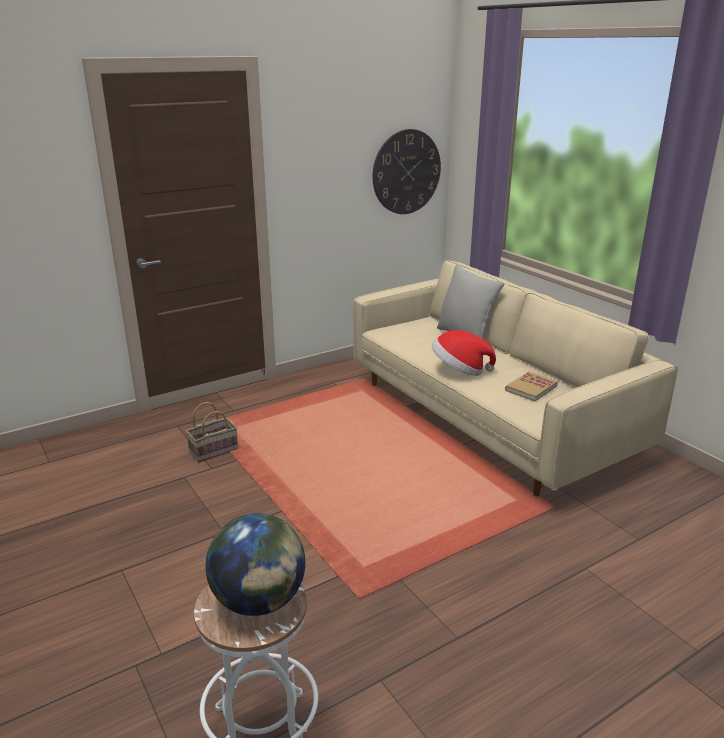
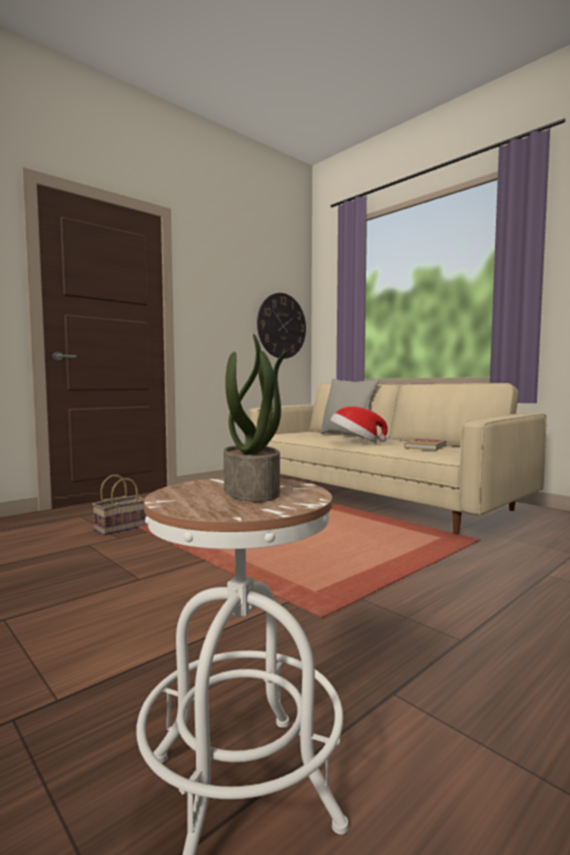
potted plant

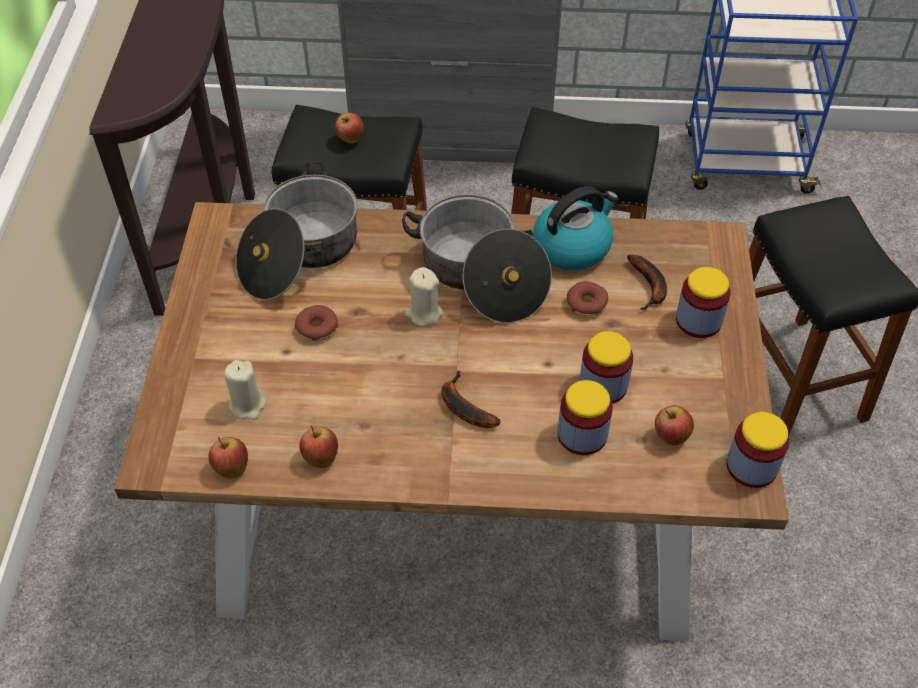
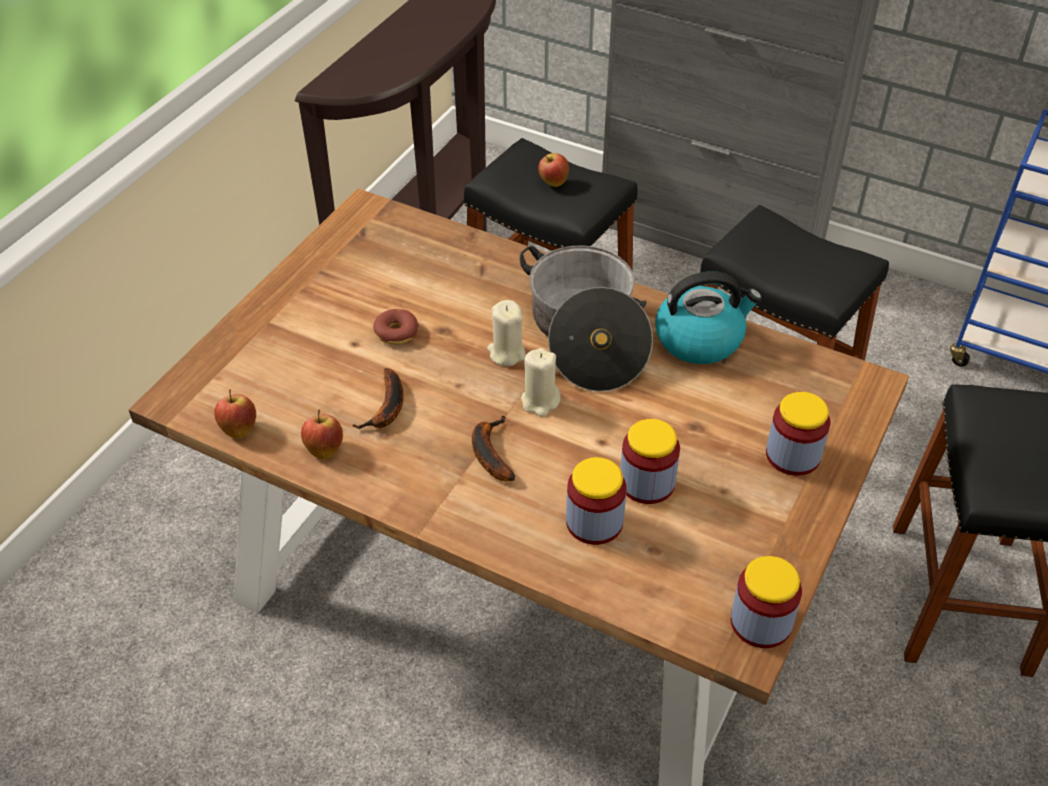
wax light (beige) (no. 2 from left)
saucepot (no. 1 from left in the first image)
ring doughnut (no. 2 from left in the first image)
banana fruit (no. 1 from left)
apple fruit (no. 4 from left in the first image)

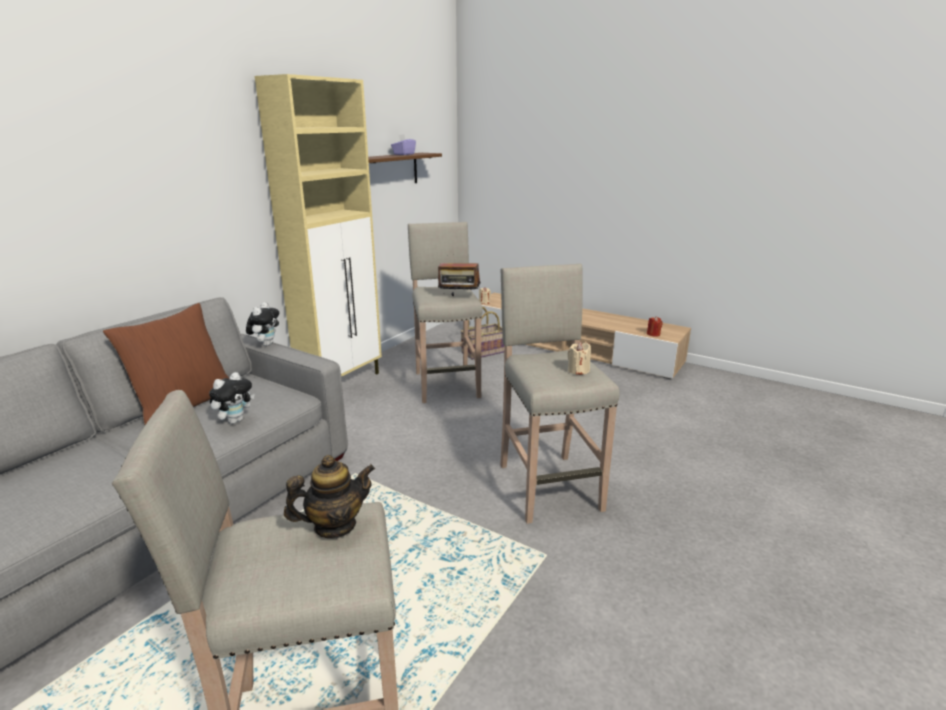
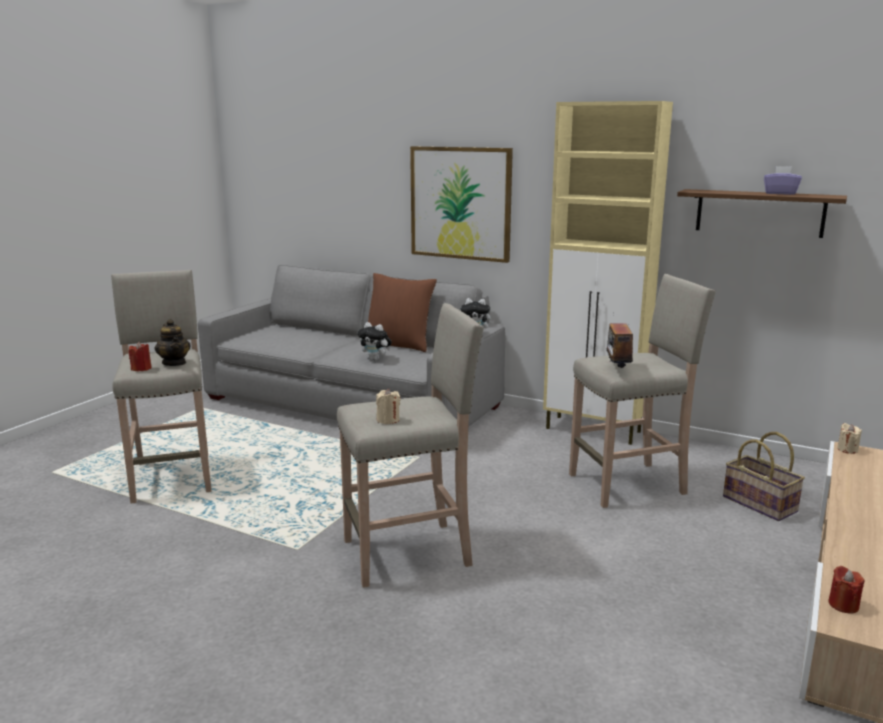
wax light (red) (no. 1 from left)
wall picture

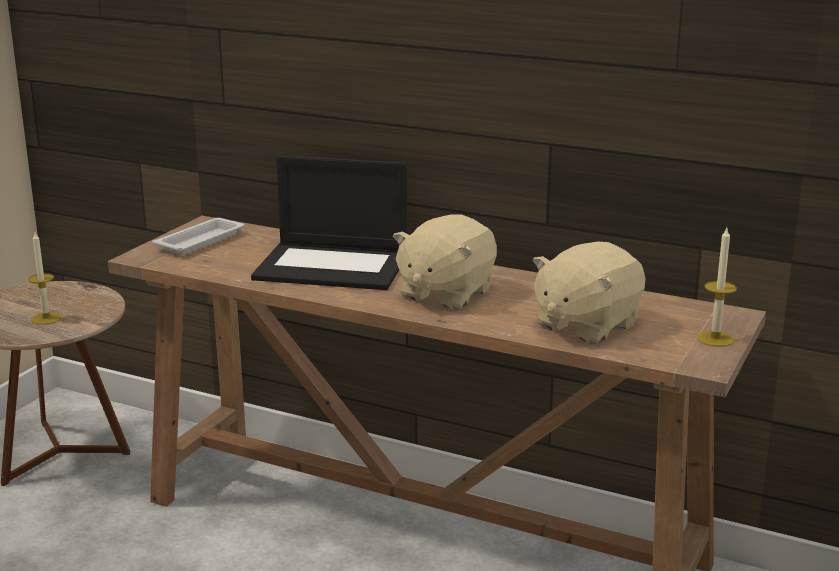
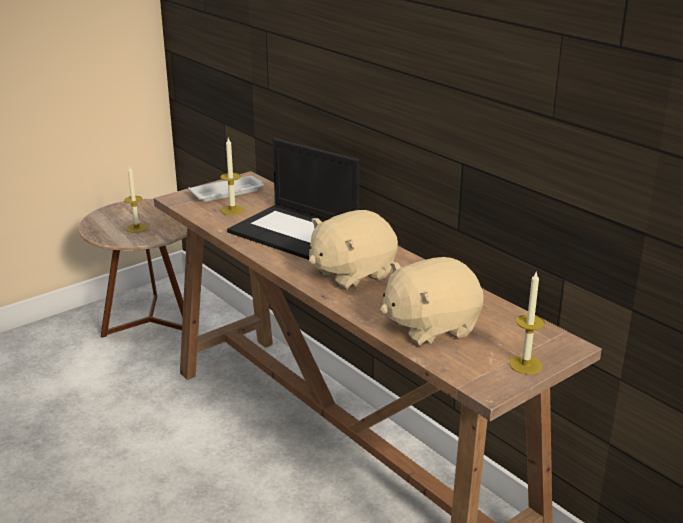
wax light (no. 2 from left)

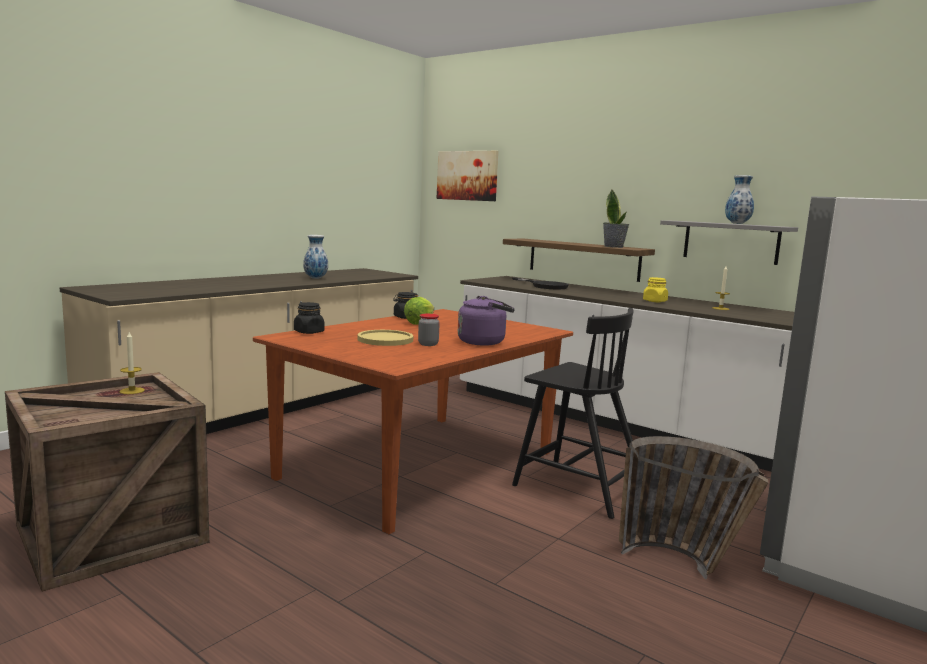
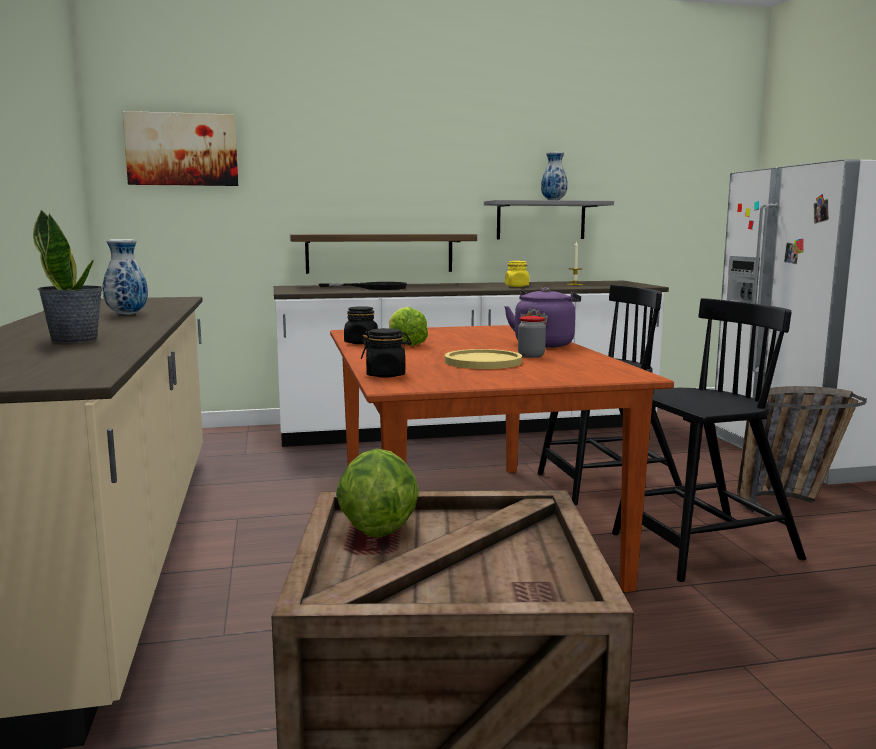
lettuce (no. 1 from left)
potted plant
plain chair (black) (no. 2 from left)

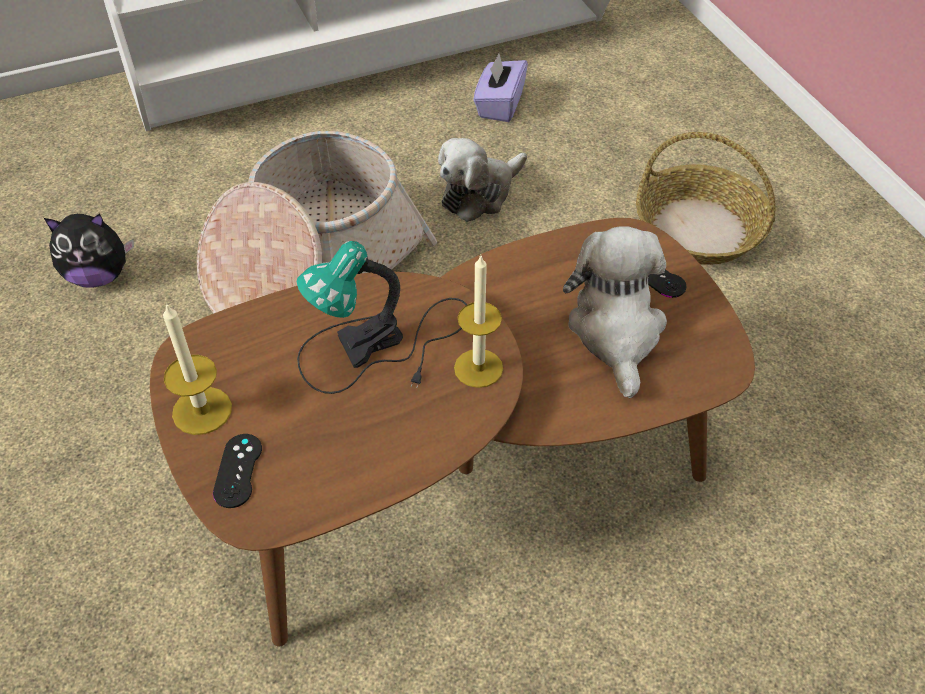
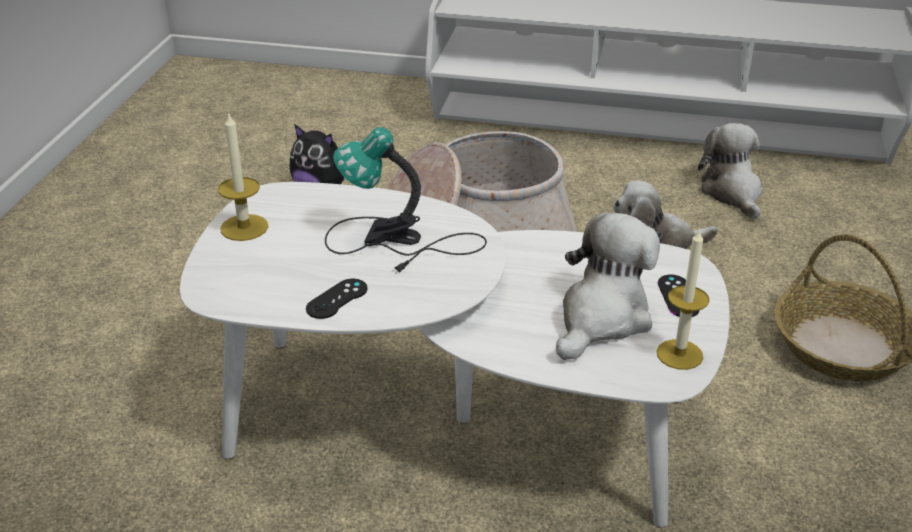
lounge table (white-coloured)
game controller (black) (no. 1 from left)
wax light (no. 2 from left)
plush toy (no. 4 from left)

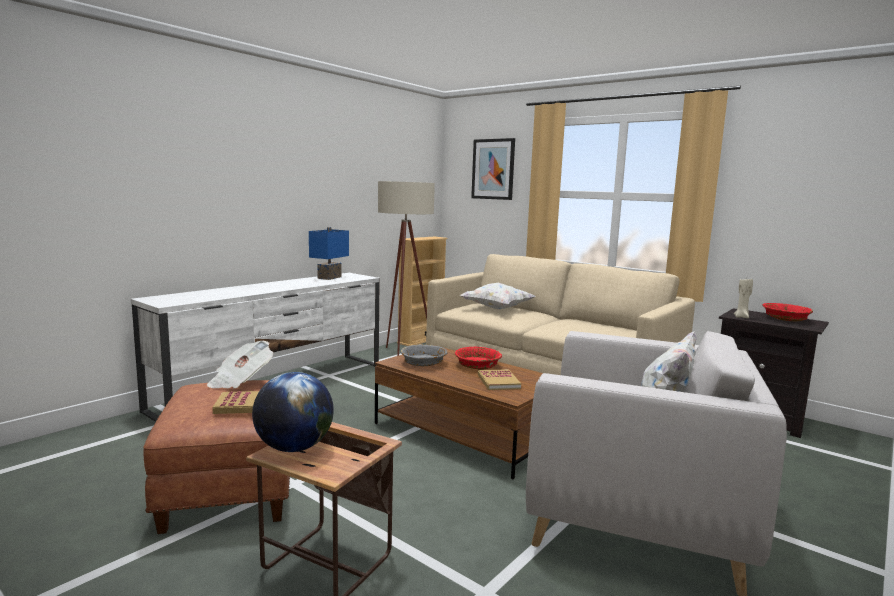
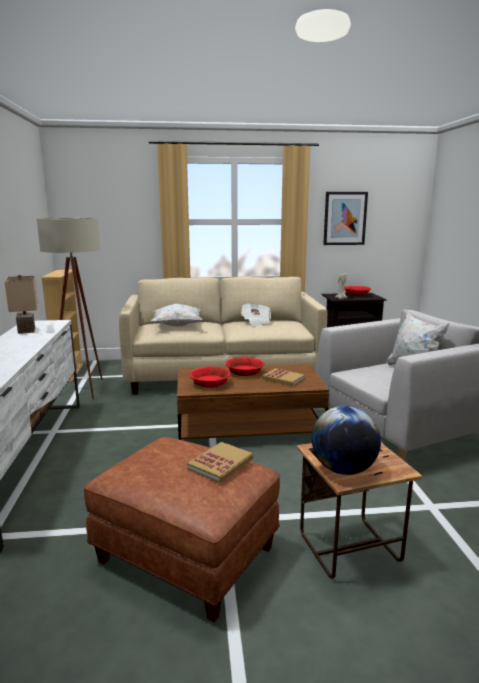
printed paper
tabletop lamp (beige)
deep dish (red) (no. 1 from left)
wall picture

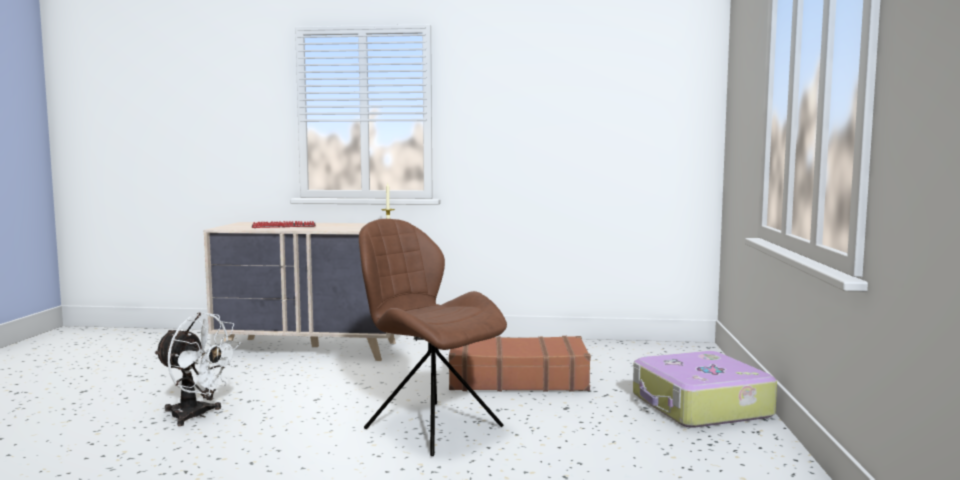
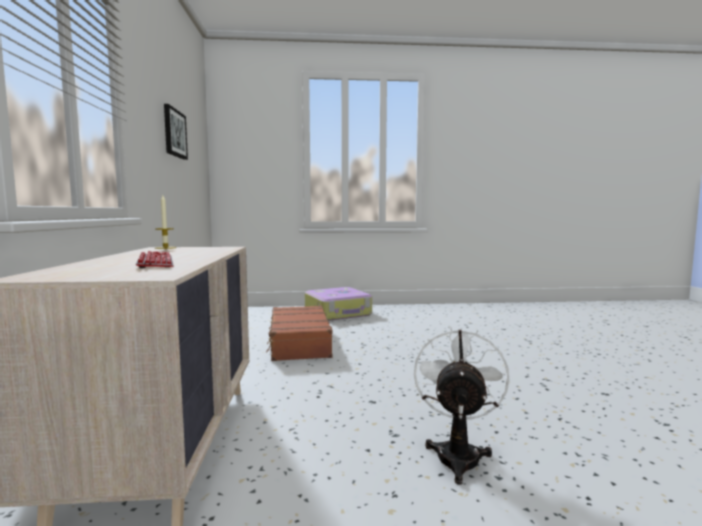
plain chair (brownish)
wall picture

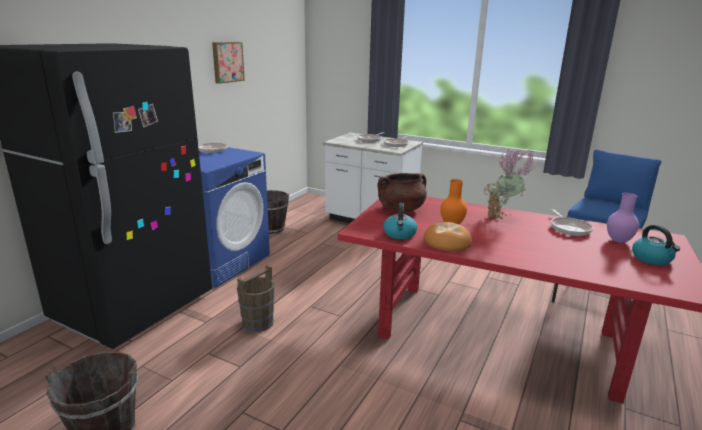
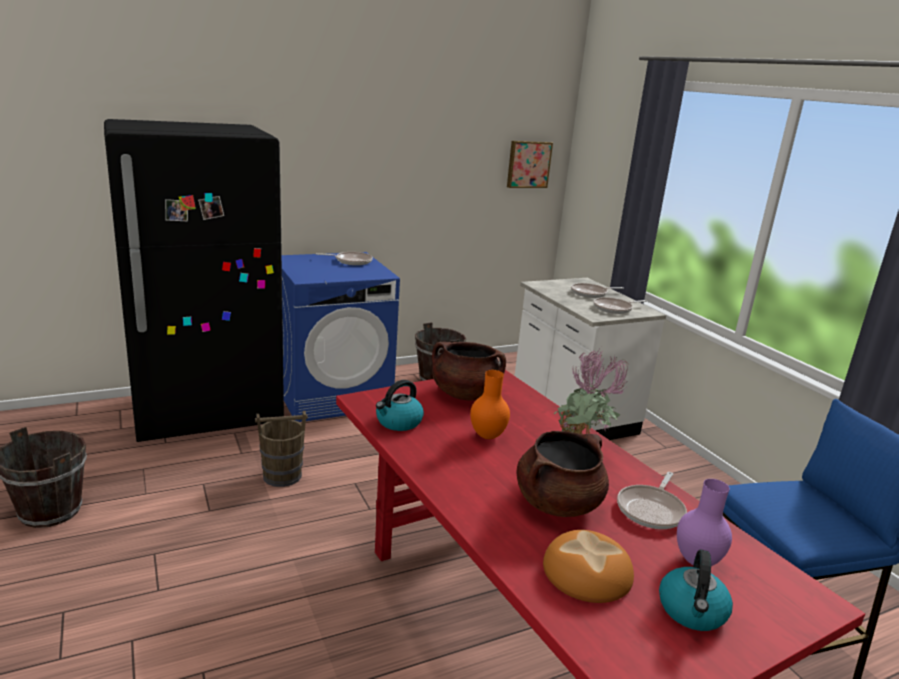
wall picture
baked bread
saucepot (brownish) (no. 2 from left)

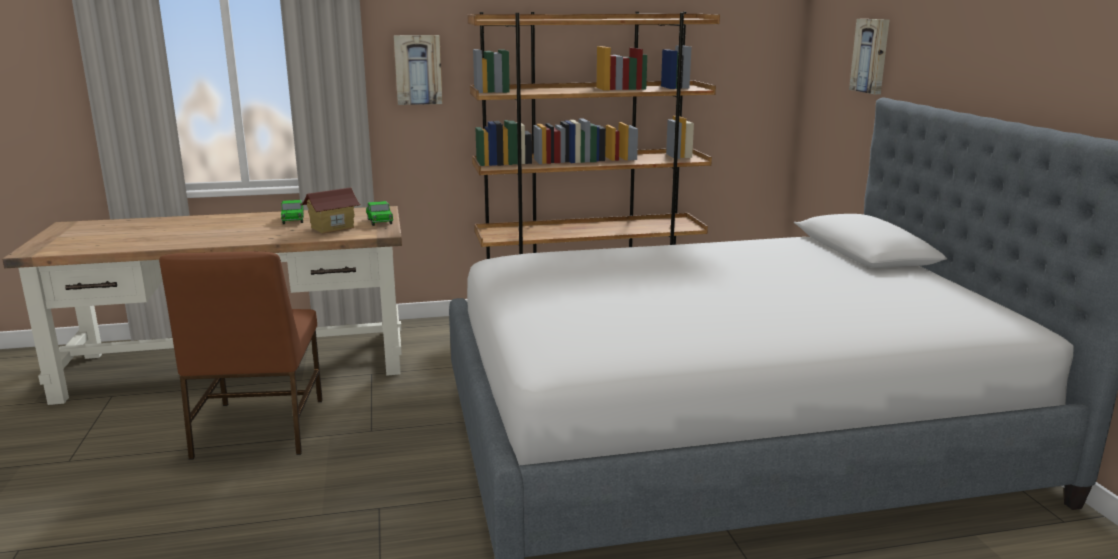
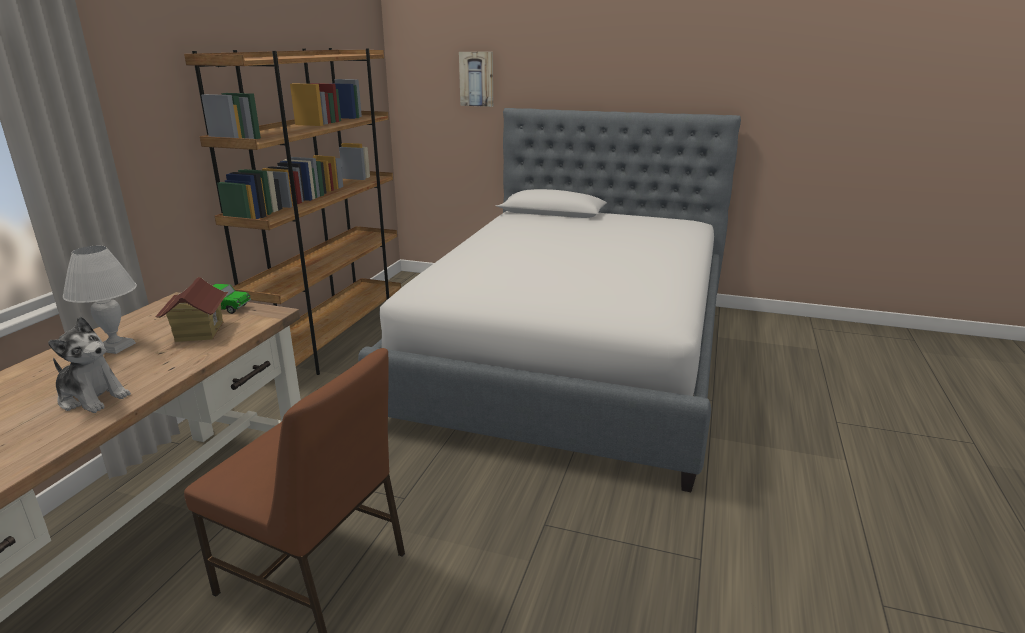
tabletop lamp (white-coloured)
wall picture (no. 1 from left in the first image)
plush toy

